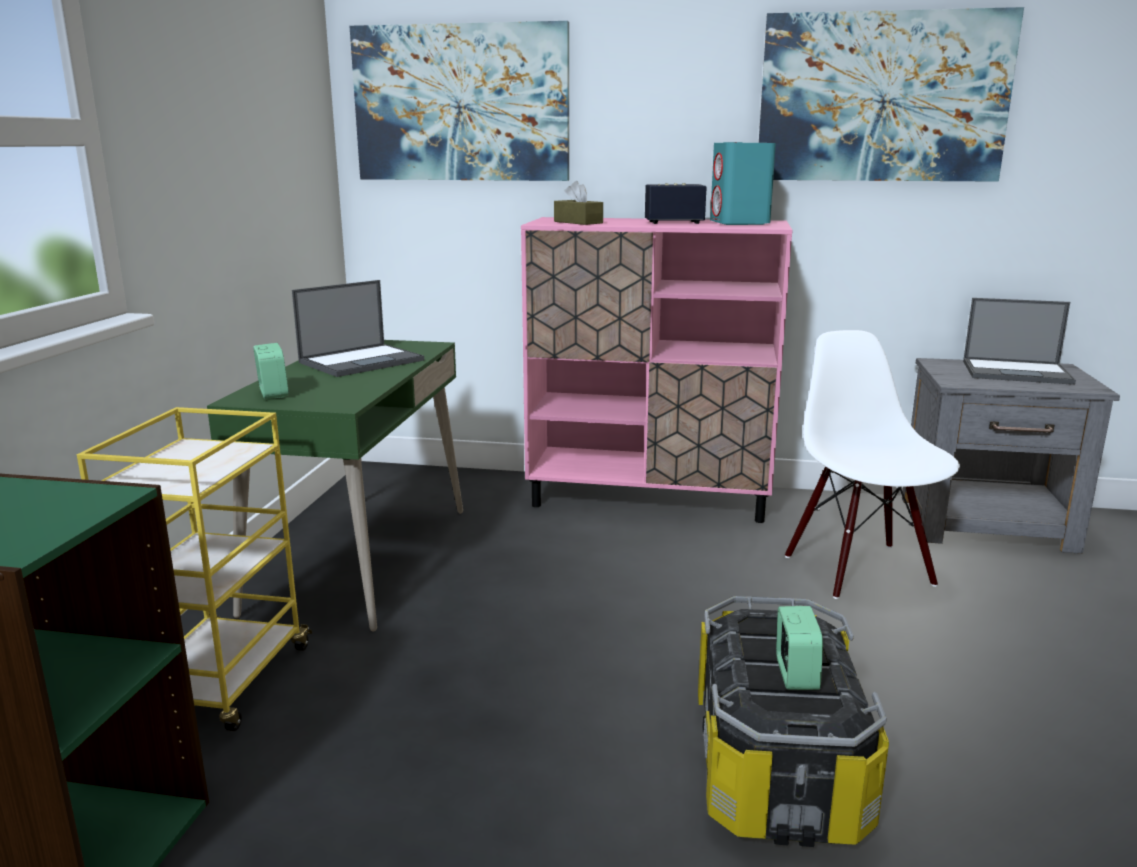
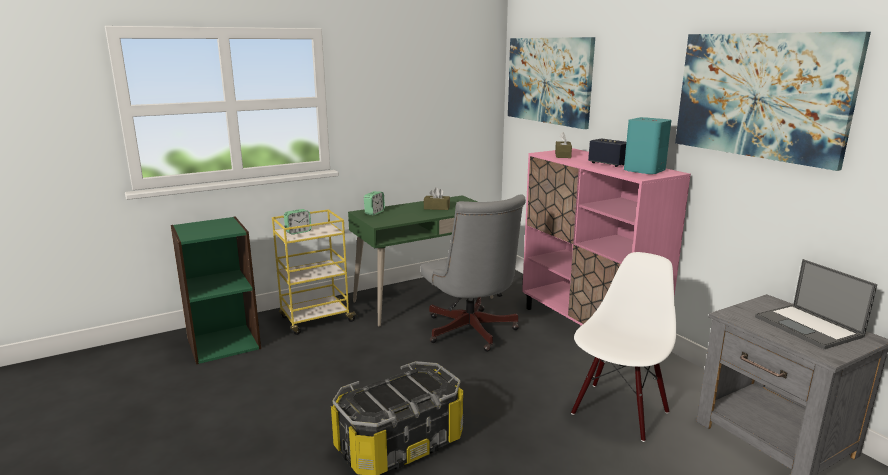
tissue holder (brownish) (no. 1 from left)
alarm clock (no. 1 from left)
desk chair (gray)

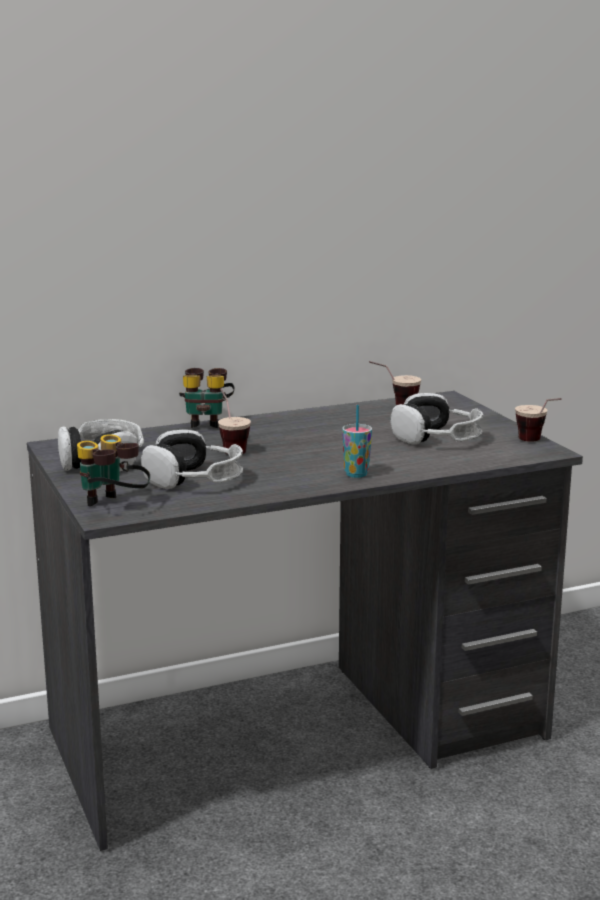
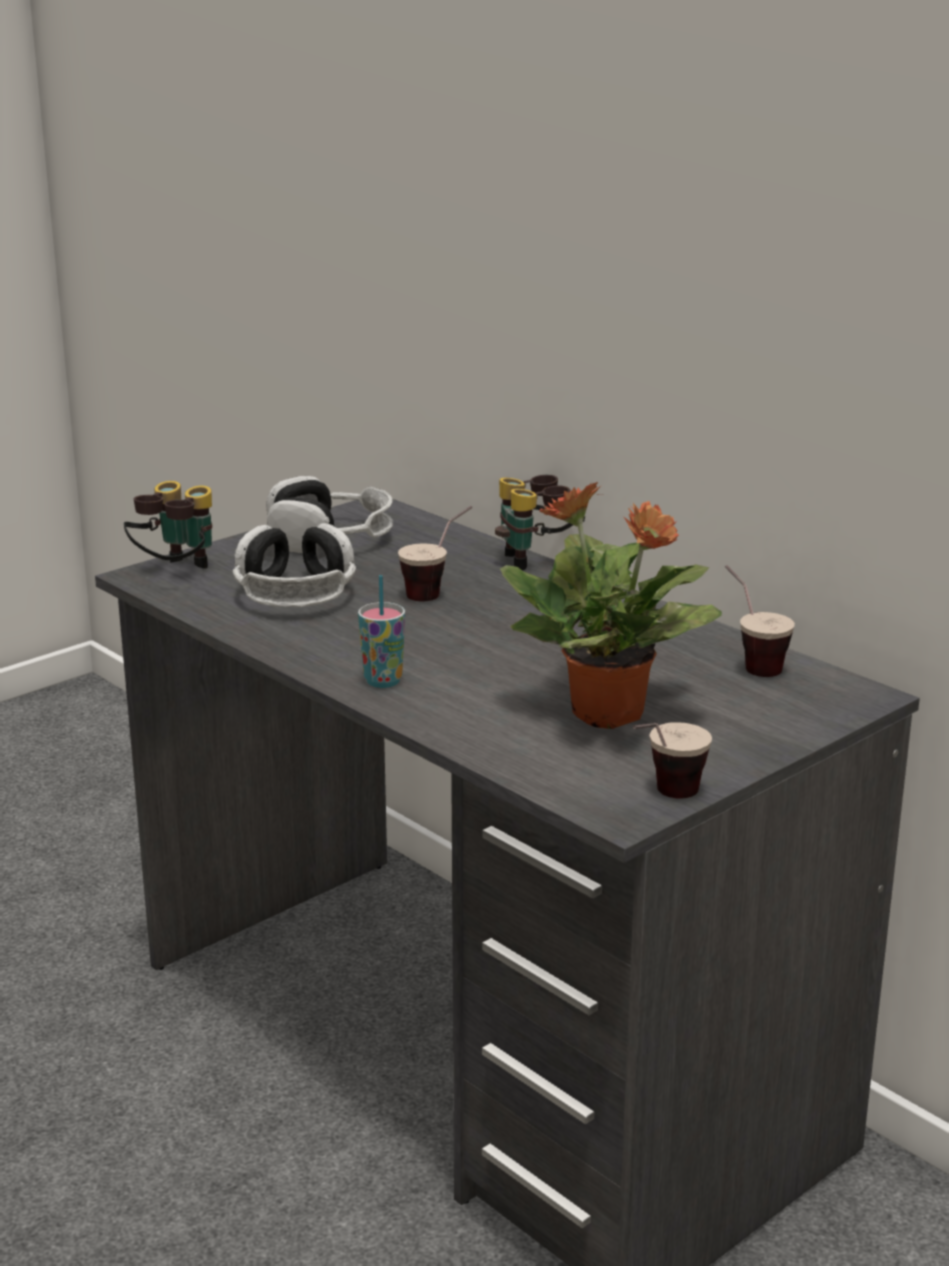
potted plant

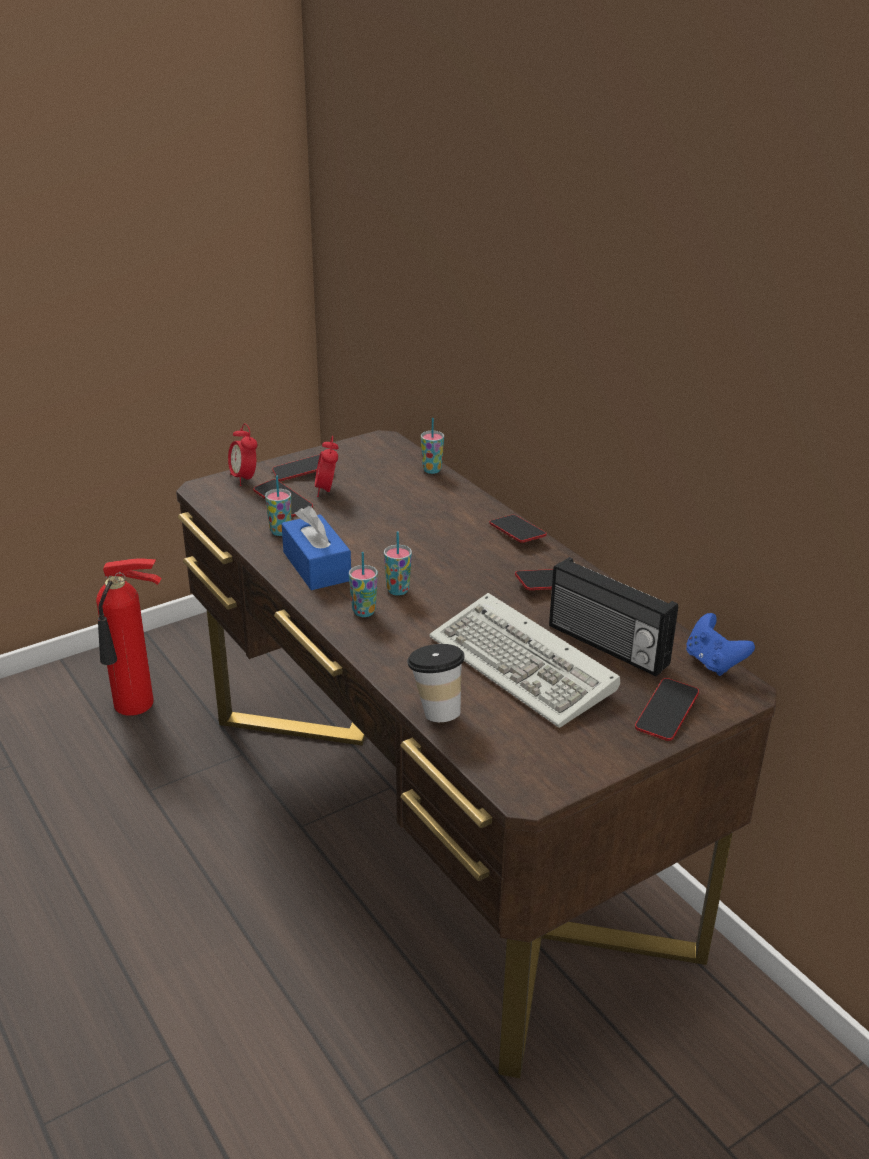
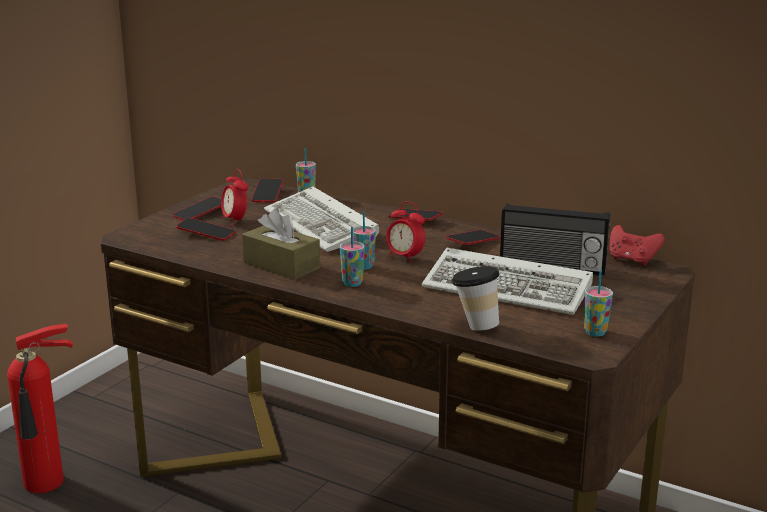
alarm clock (no. 2 from left)
drinking cup (no. 5 from left)
tissue holder (brownish)
phone (no. 3 from left)
game controller (red)
keyboard (no. 1 from left)

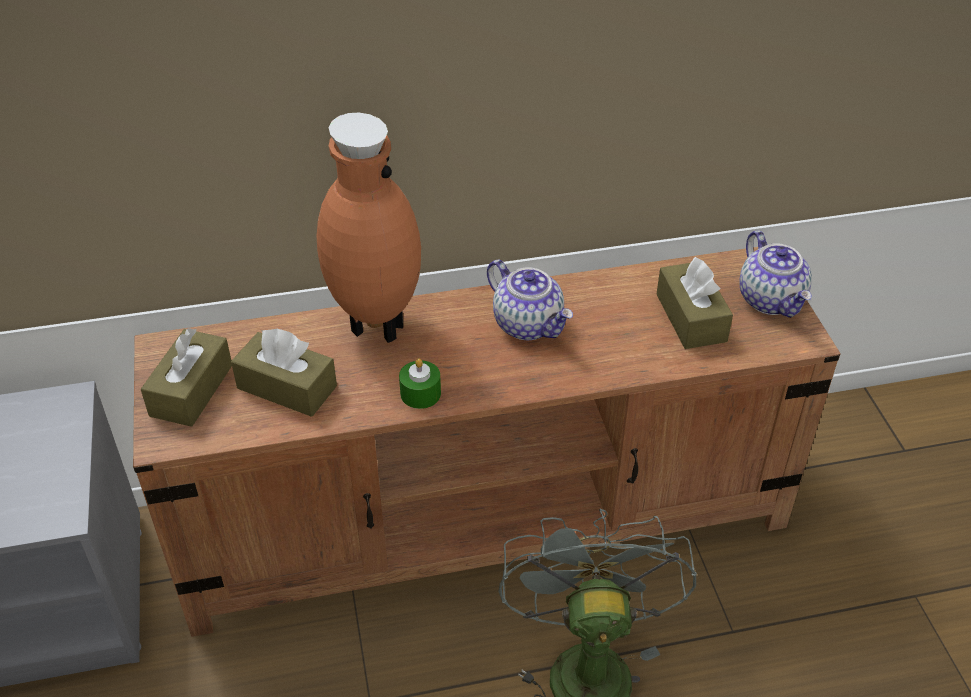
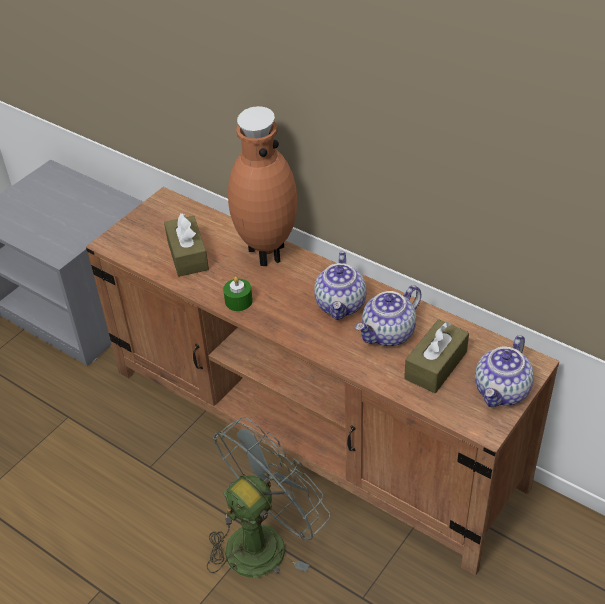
tissue holder (brownish) (no. 1 from left in the first image)
teapot (no. 2 from left)

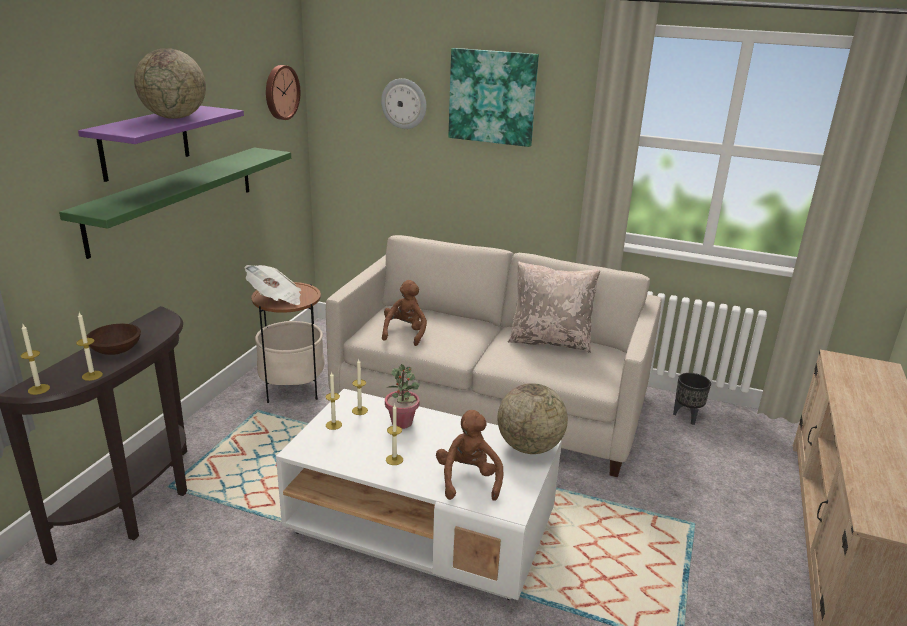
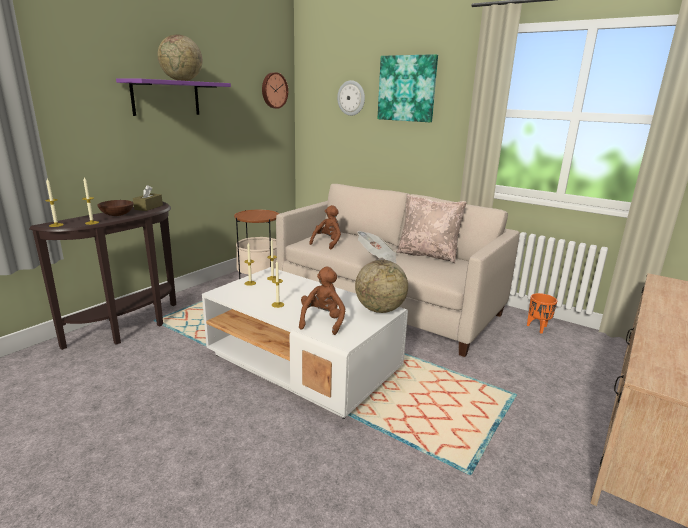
shelf (green)
printed paper
potted plant
planter (orangey)
tissue holder (brownish)

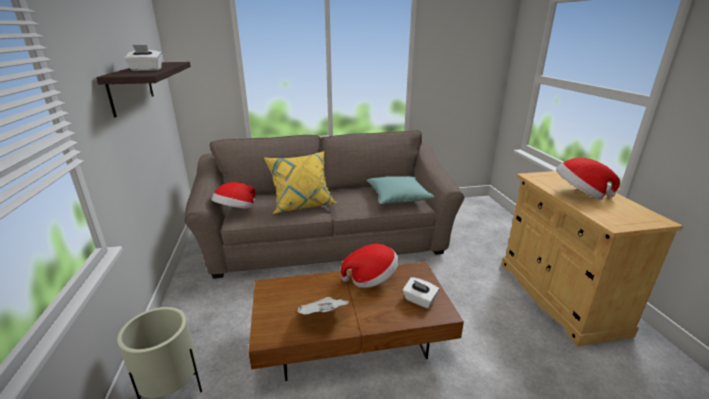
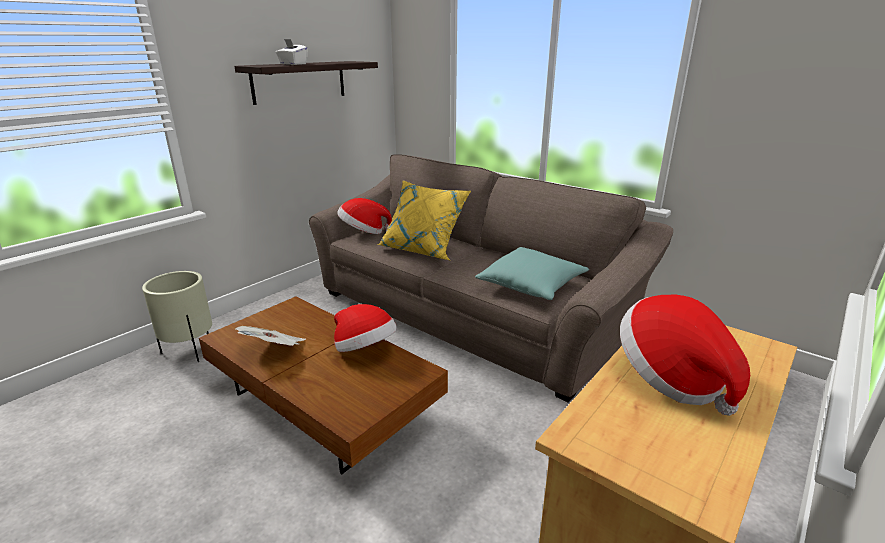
tissue holder (white-coloured) (no. 2 from left in the first image)

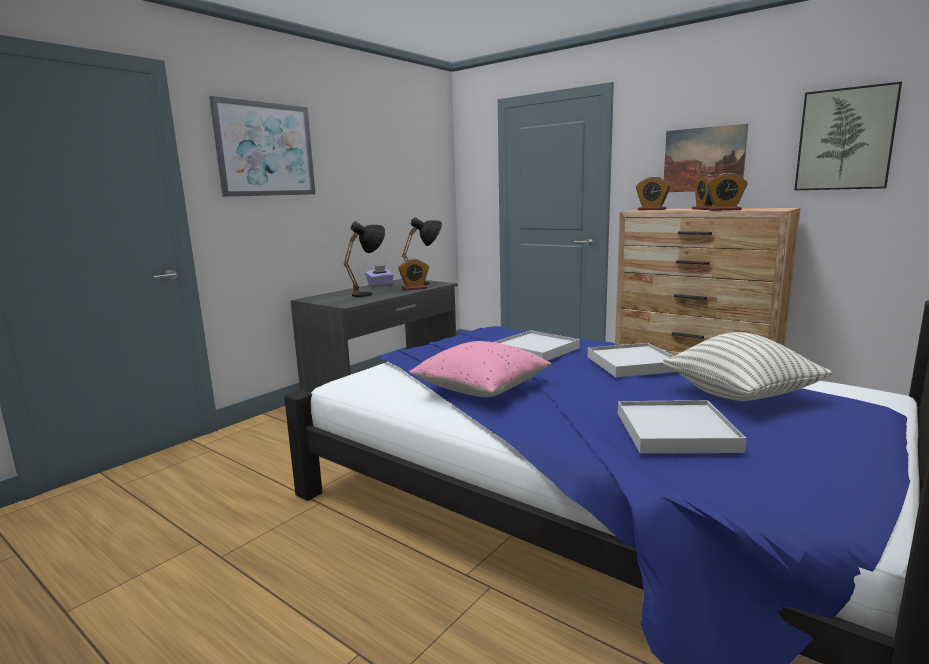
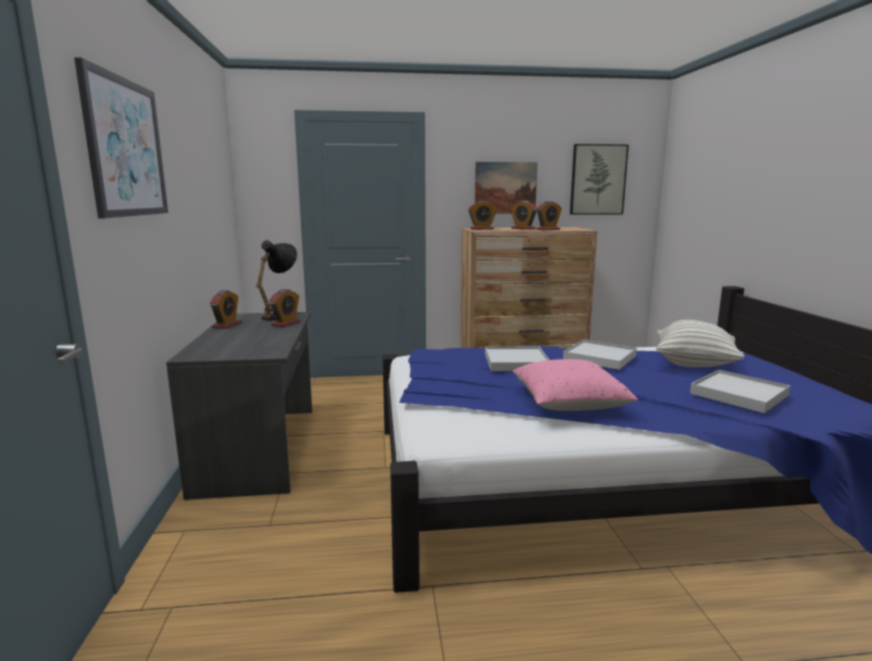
tabletop lamp (black) (no. 1 from left in the first image)
alarm clock (no. 1 from left)

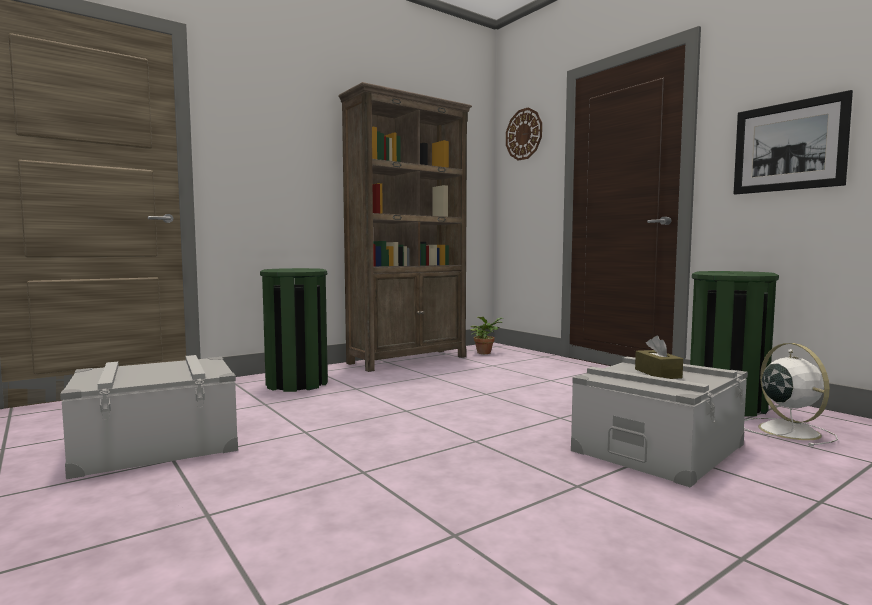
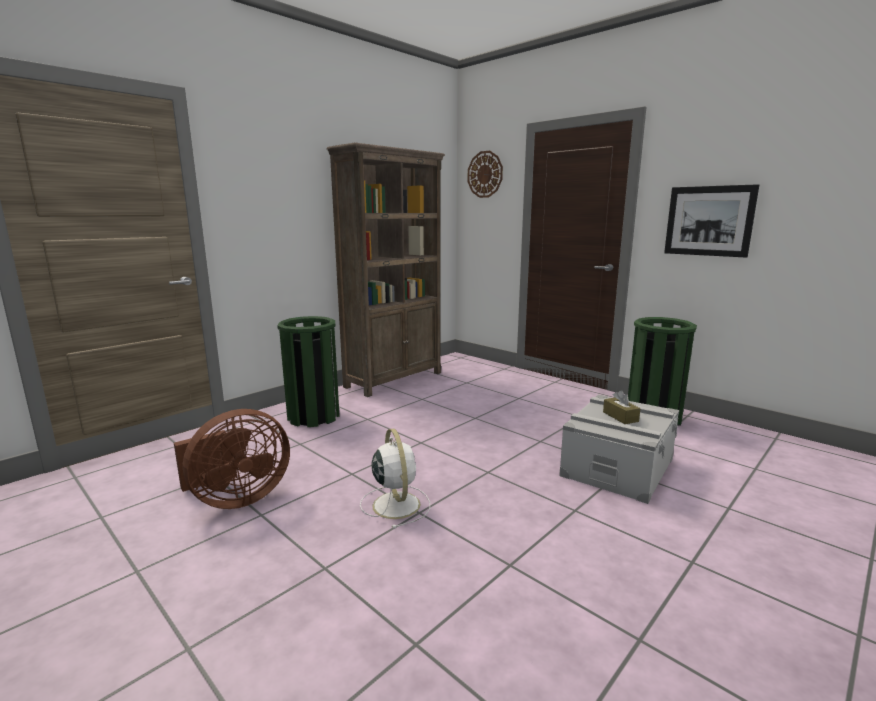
cooling fan (brownish)
potted plant
cooling fan (white-coloured)

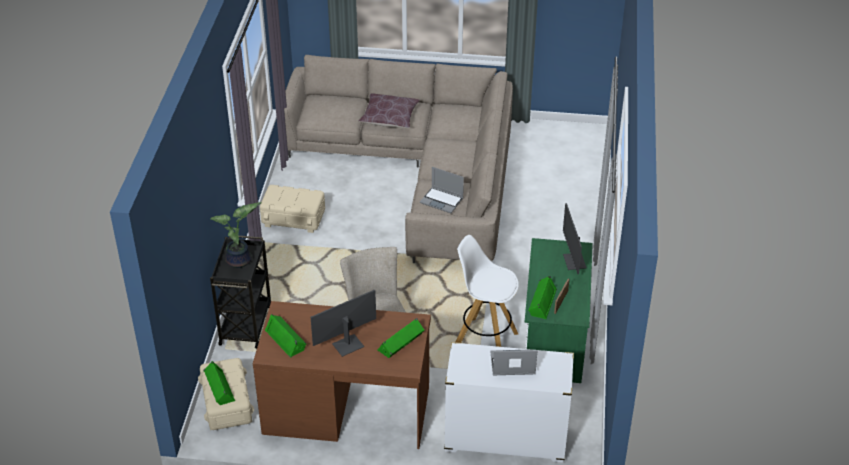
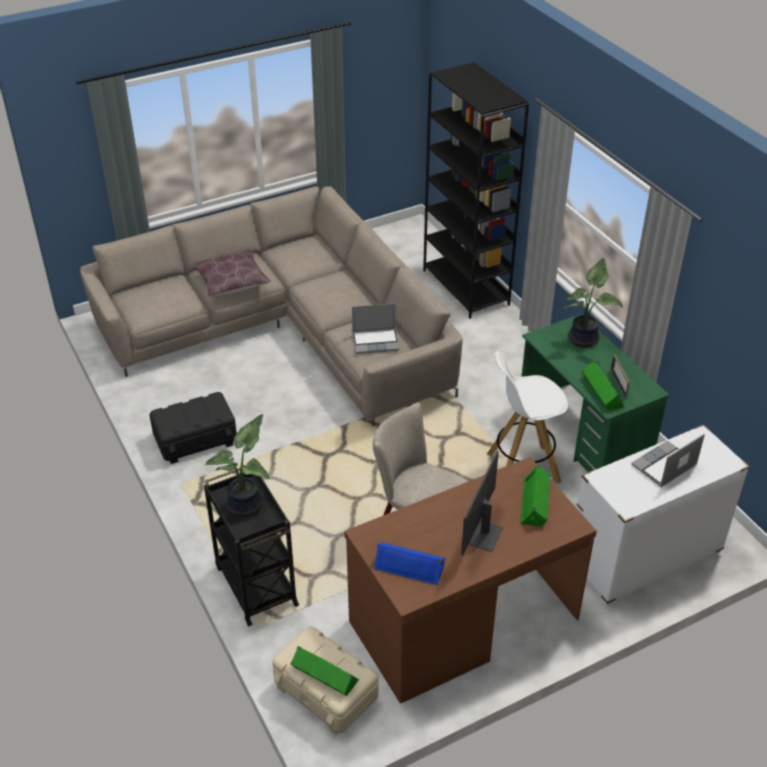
storage container (black)
speaker (bluish)
potted plant (no. 2 from left)
bookshelf (black)

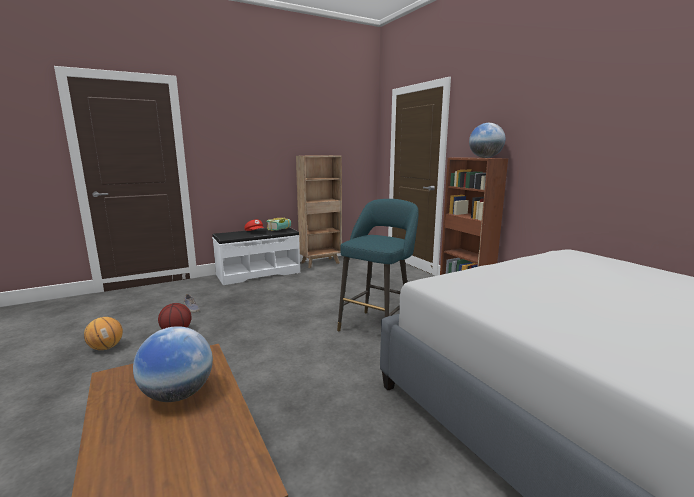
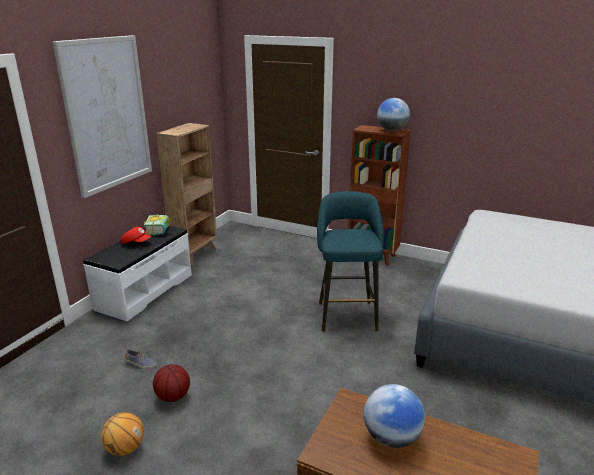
wall picture

